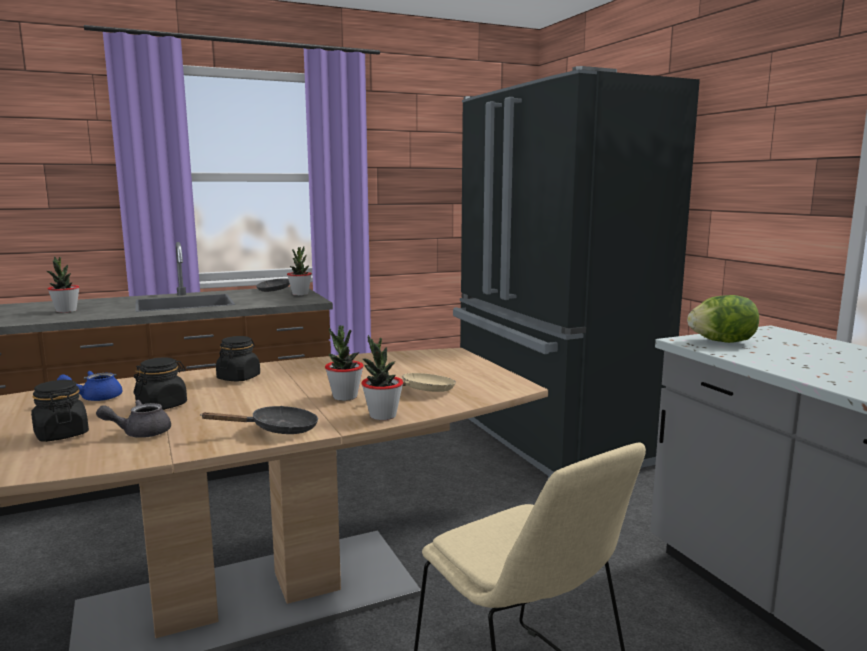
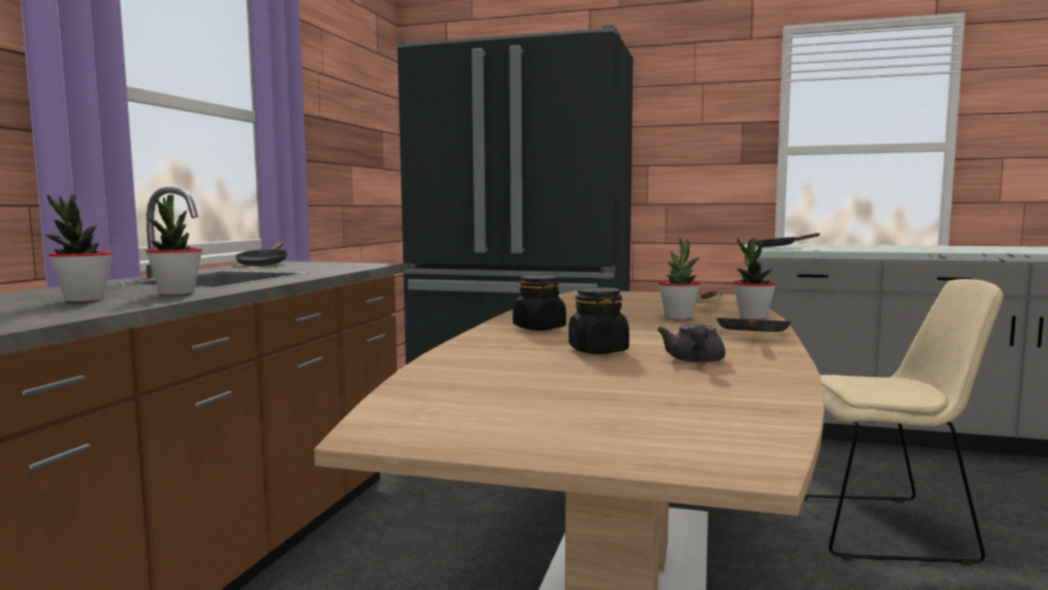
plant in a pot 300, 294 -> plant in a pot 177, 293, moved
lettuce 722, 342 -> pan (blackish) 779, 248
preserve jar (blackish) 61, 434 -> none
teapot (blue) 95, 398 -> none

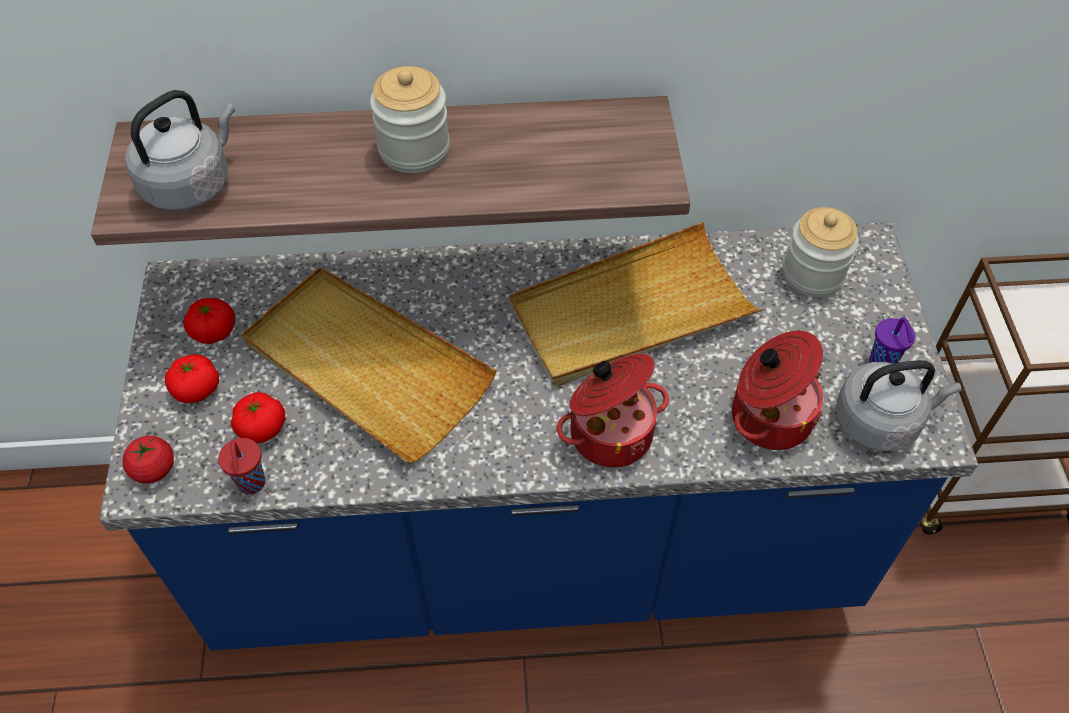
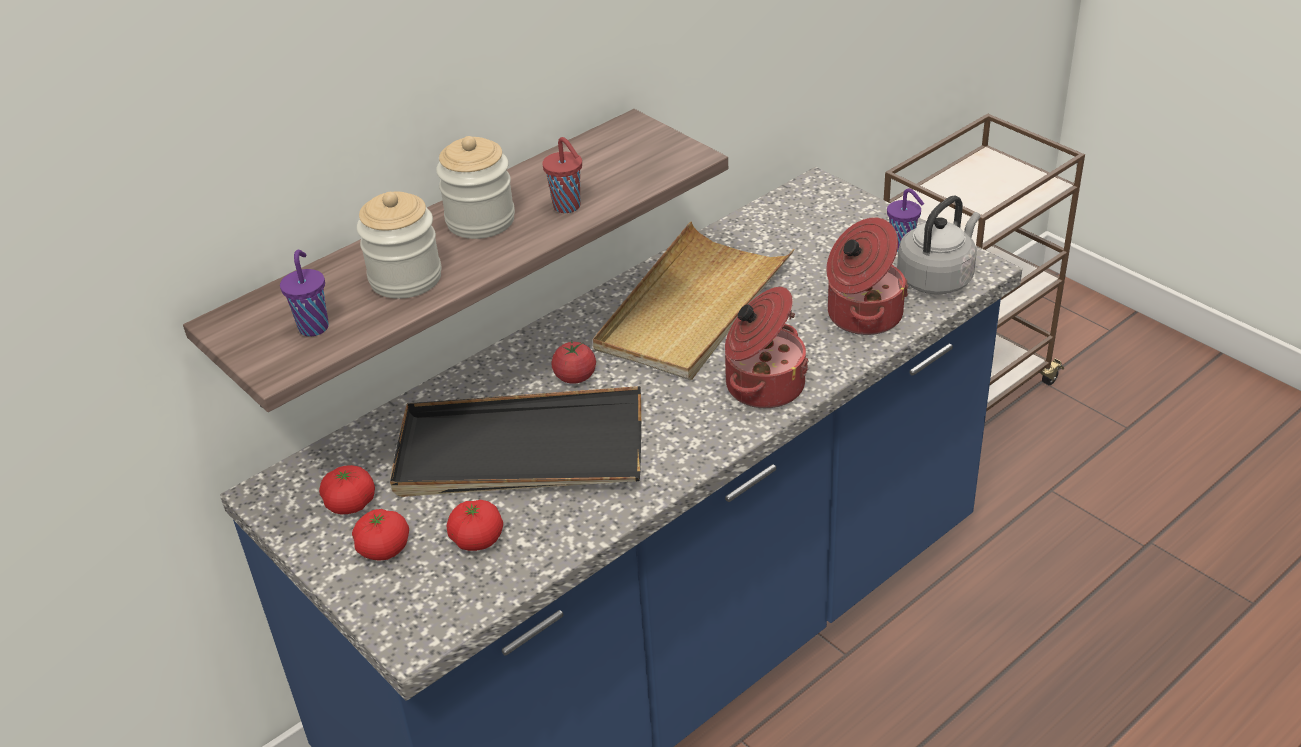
tea kettle (greyish) 191, 184 -> cup (purplish) 314, 326
preserve jar 813, 274 -> preserve jar 405, 278, moved
serving tray (sand-coloured) 366, 366 -> serving tray (blackish) 520, 452
cup (red-coloured) 251, 484 -> cup (red-coloured) 568, 207, moved
fresh tomato 154, 469 -> fresh tomato 575, 377, moved

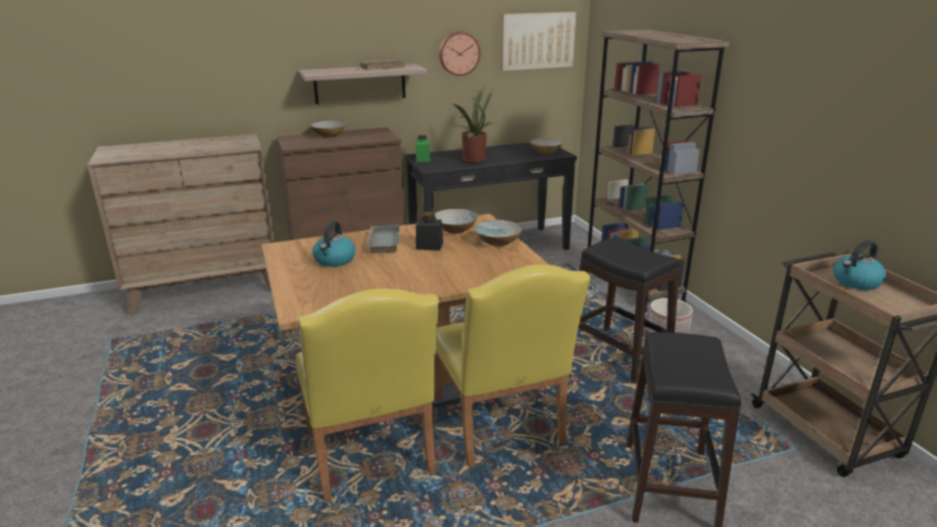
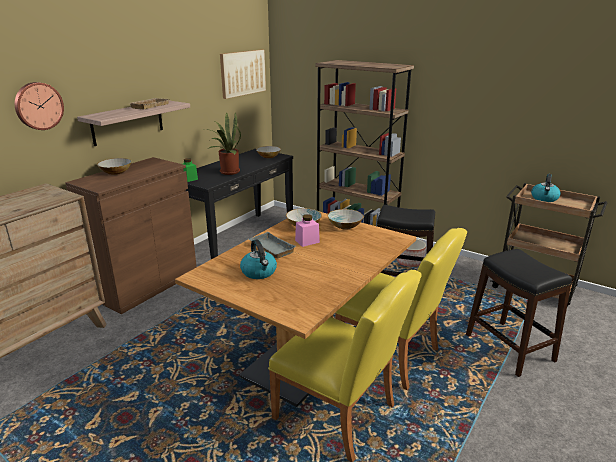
clock on the wall 458, 53 -> clock on the wall 38, 106, moved
preserve jar (blackish) 429, 246 -> preserve jar (pinkish) 307, 241

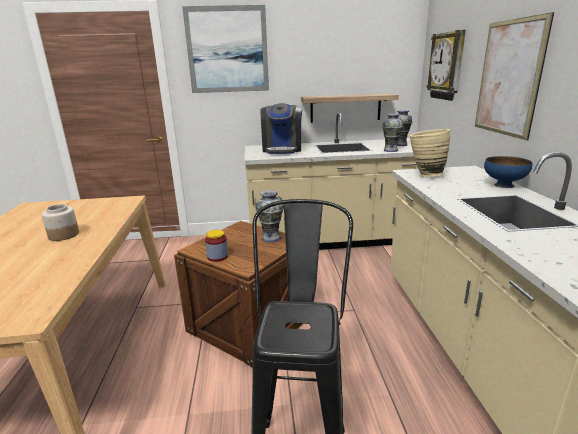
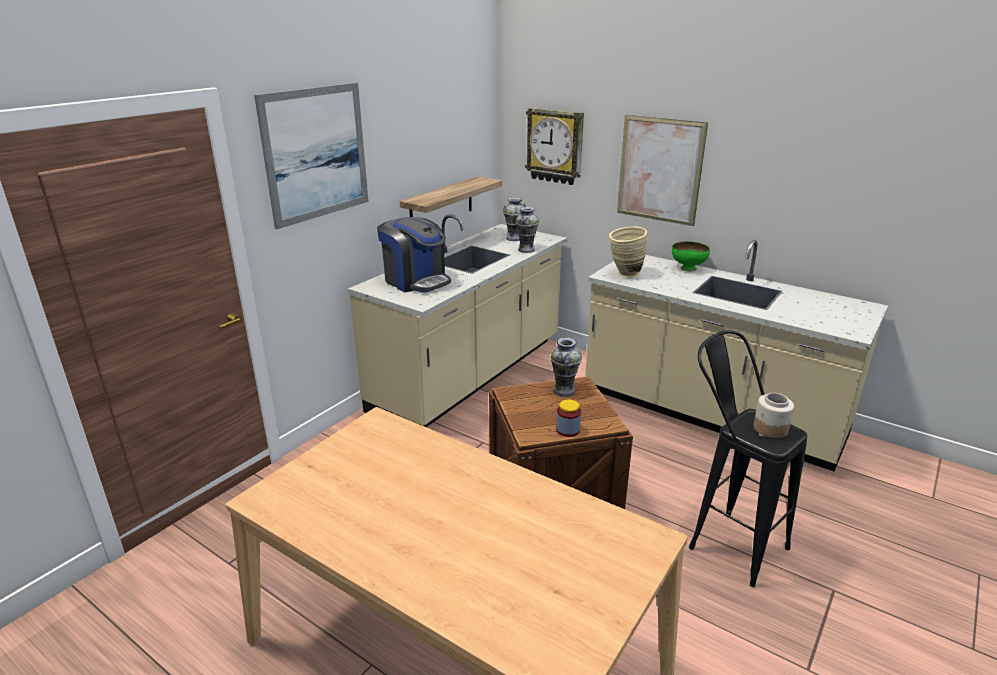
bowl (blue) 504, 185 -> bowl (green) 688, 268
preserve jar 63, 235 -> preserve jar 770, 429, moved

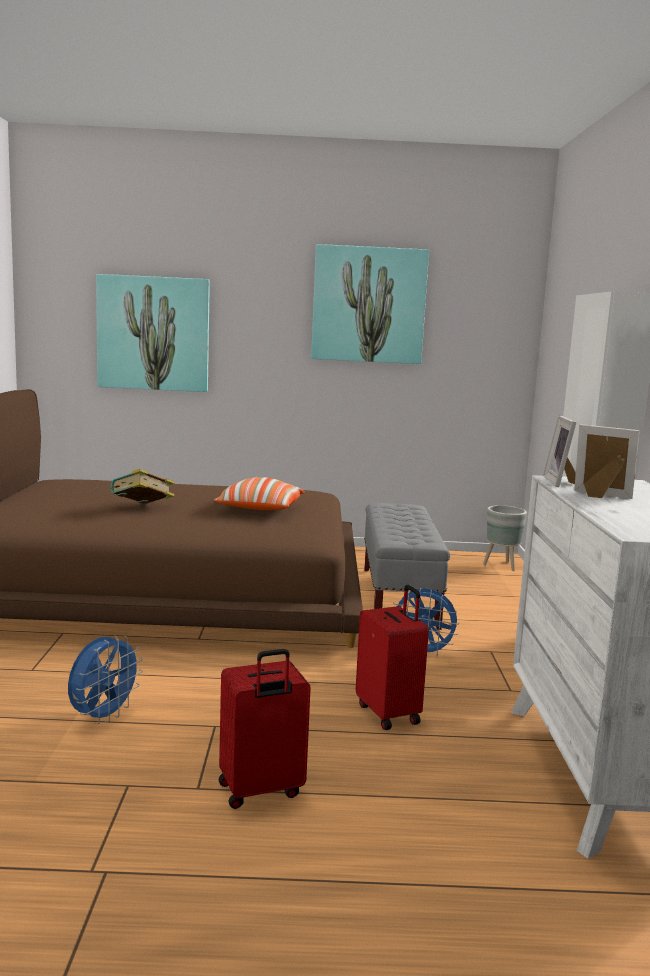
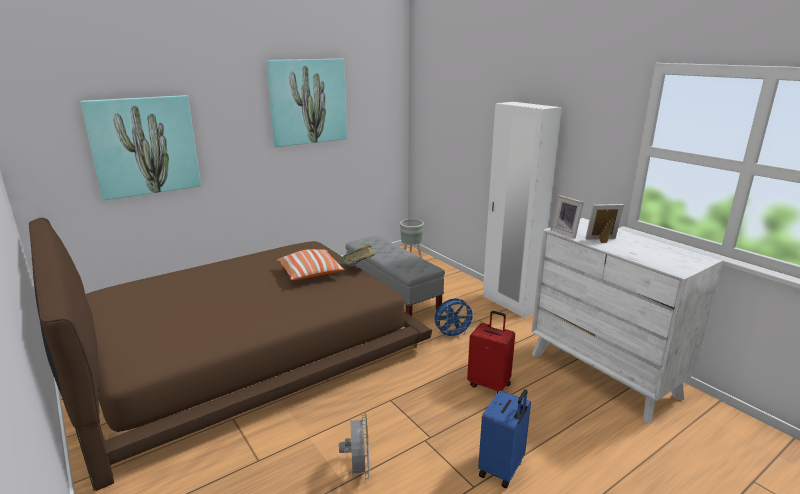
cooling fan (blue) 104, 716 -> cooling fan (greyish) 358, 470
bound book 142, 508 -> bound book 360, 268, moved
piece of luggage (red-coloured) 261, 791 -> piece of luggage (blue) 502, 469

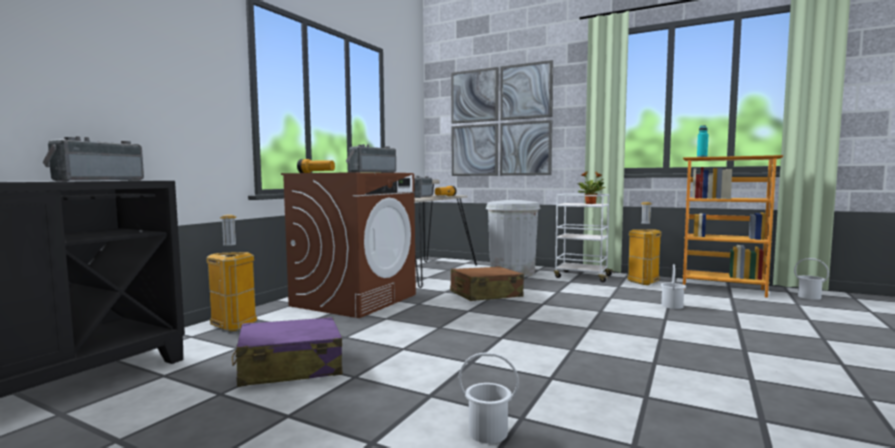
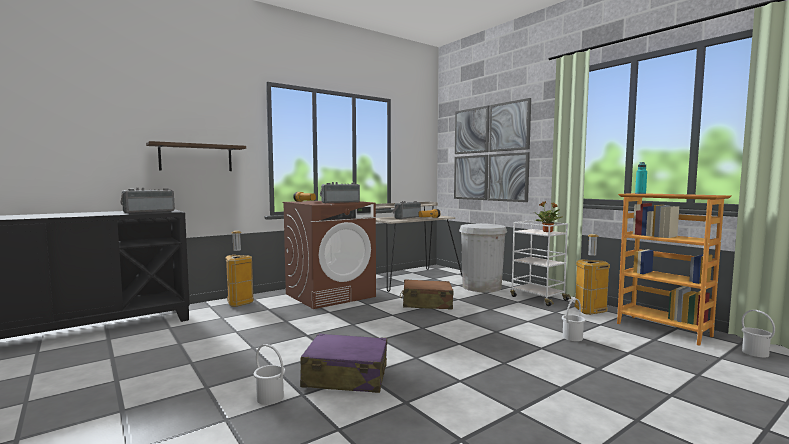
none -> bracket shelf 196, 157
piece of luggage (purplish) 289, 368 -> piece of luggage (purplish) 346, 376, moved

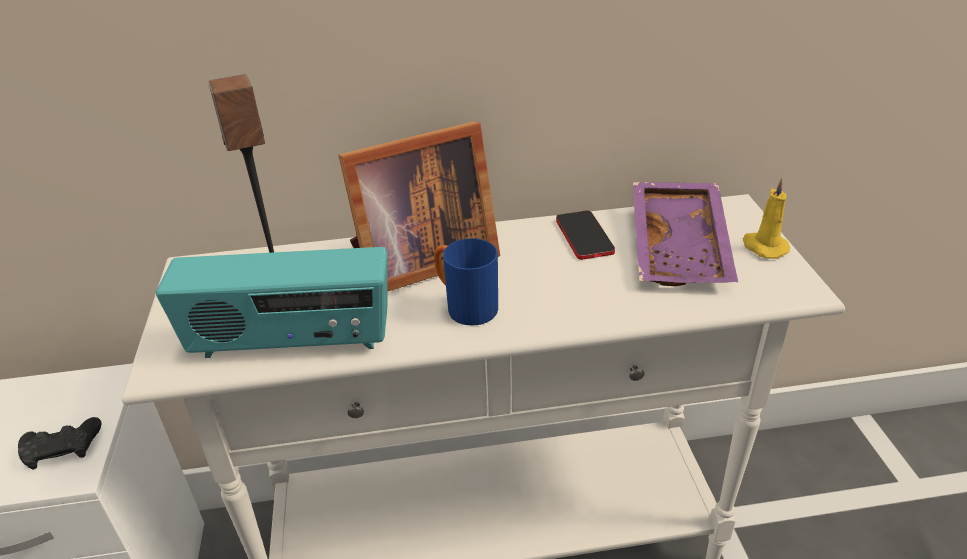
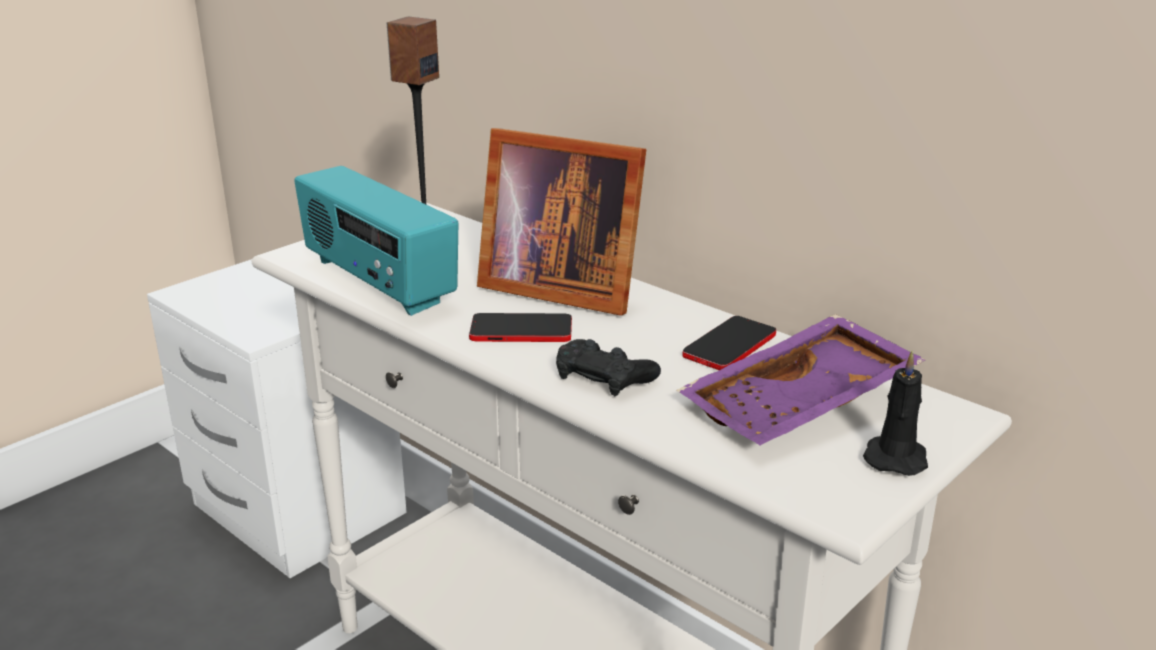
mug (blue) 464, 306 -> handset 521, 330
game controller (blackish) 62, 448 -> game controller (blackish) 604, 377, moved
candle (yellowish) 763, 247 -> candle (blackish) 895, 457

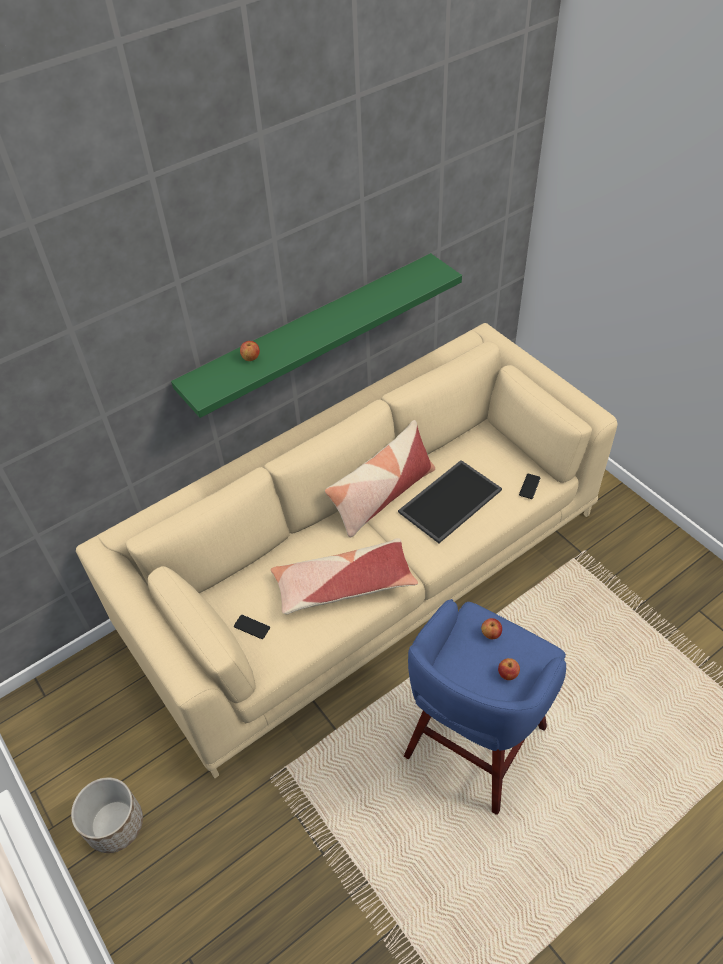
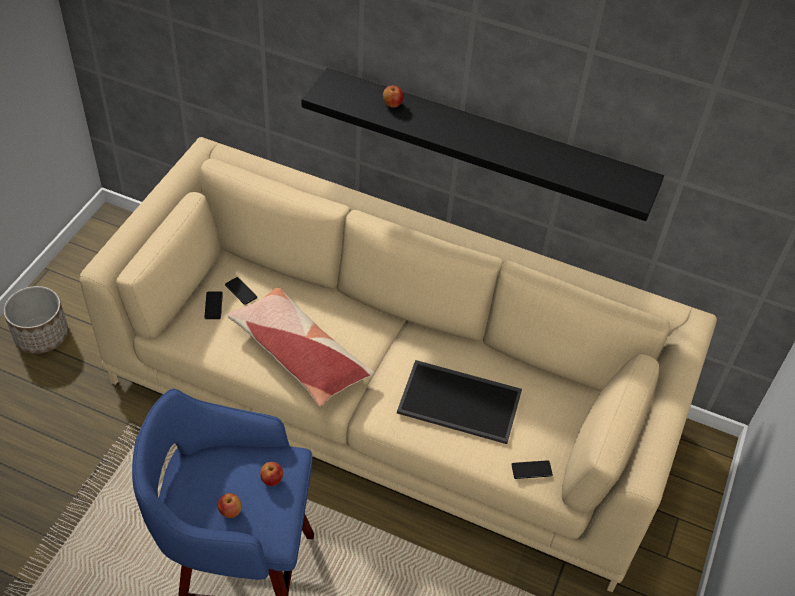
none -> handset 241, 291
bracket shelf (green) 311, 333 -> bracket shelf (blackish) 485, 142
throw pillow 382, 496 -> none

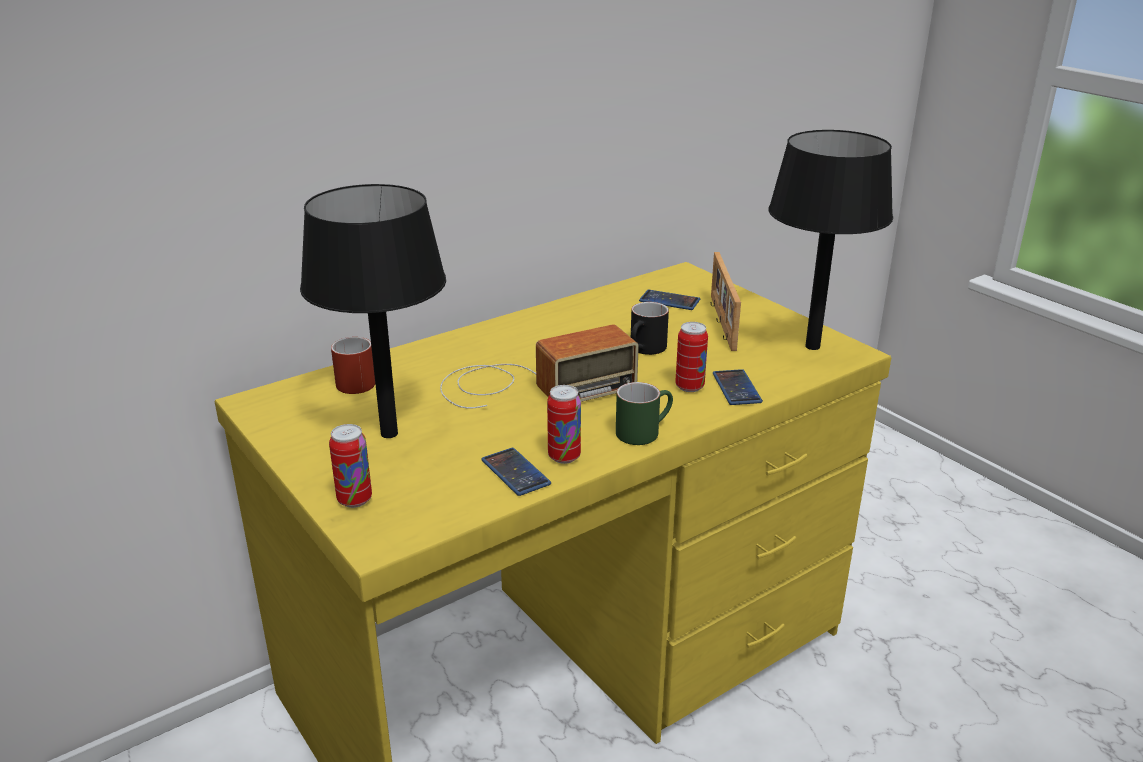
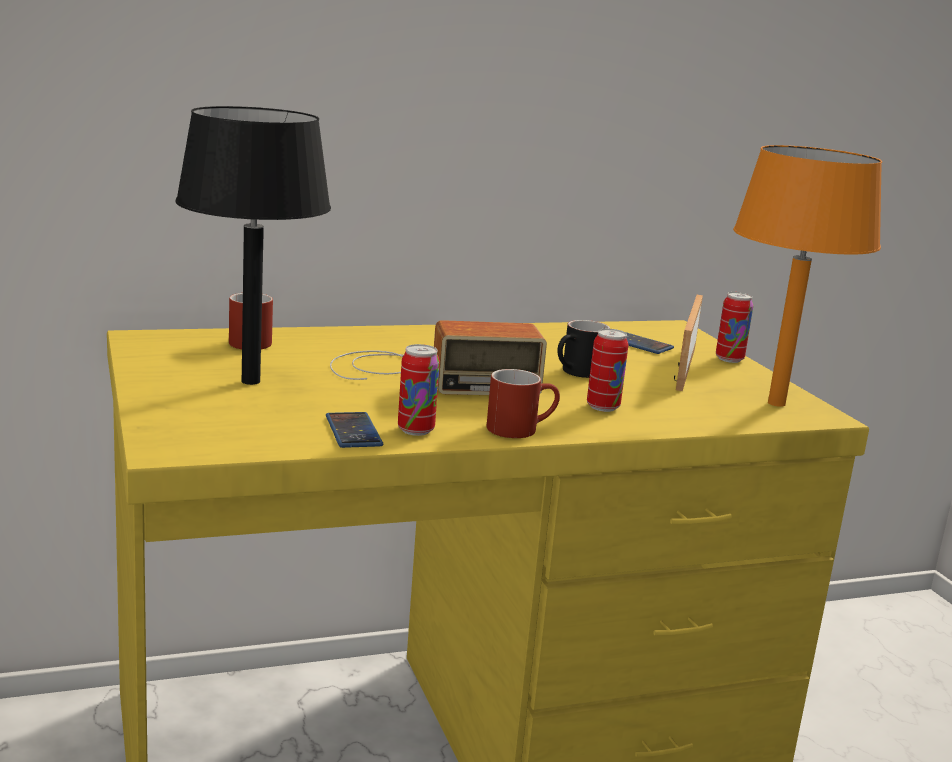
mug (green) 643, 431 -> mug (red-coloured) 520, 428
metal can 354, 500 -> metal can 729, 359, moved
table lamp (blackish) 812, 346 -> table lamp (orange) 776, 403
handset 736, 388 -> none

